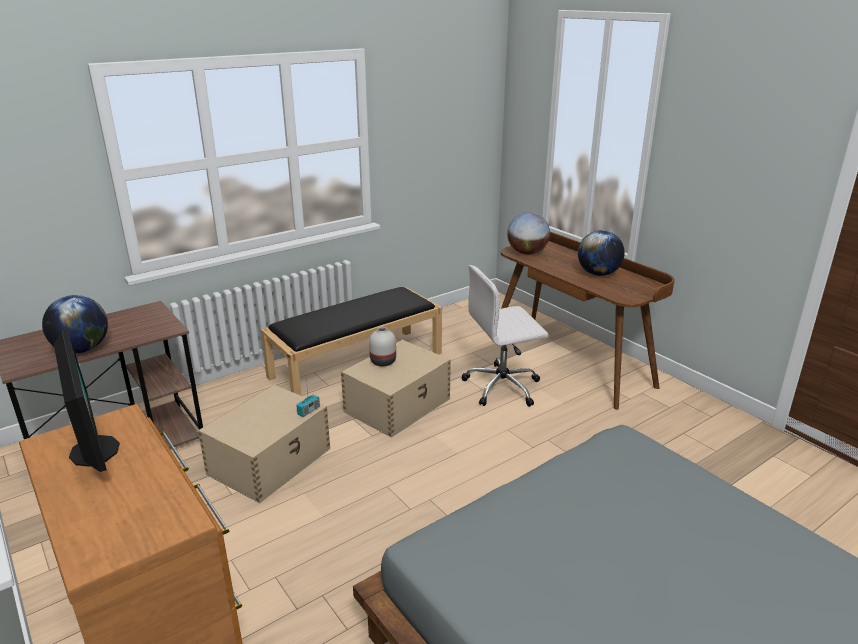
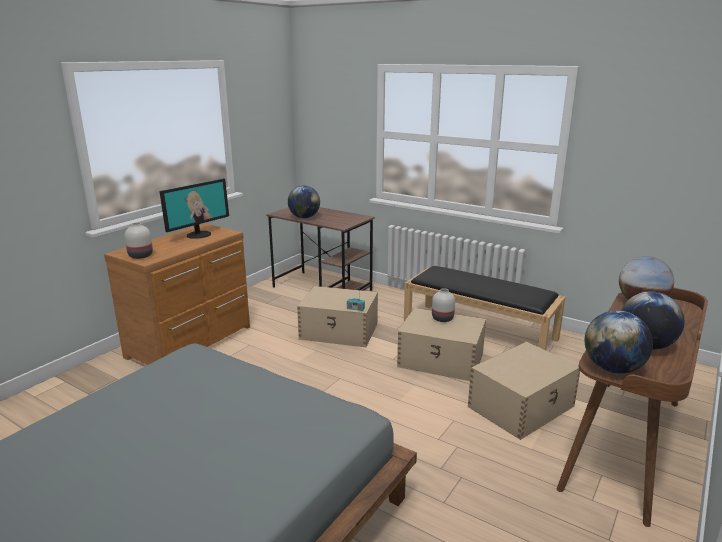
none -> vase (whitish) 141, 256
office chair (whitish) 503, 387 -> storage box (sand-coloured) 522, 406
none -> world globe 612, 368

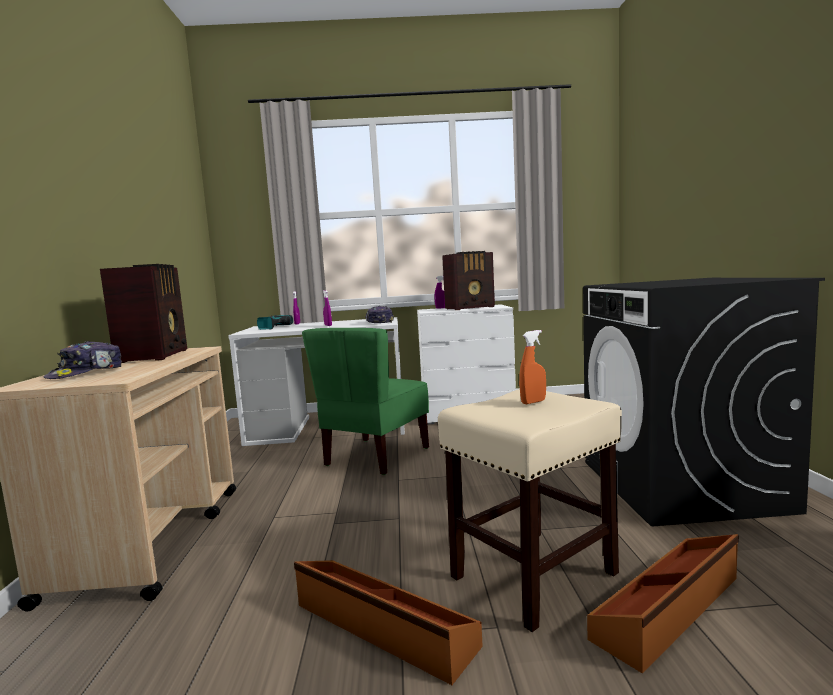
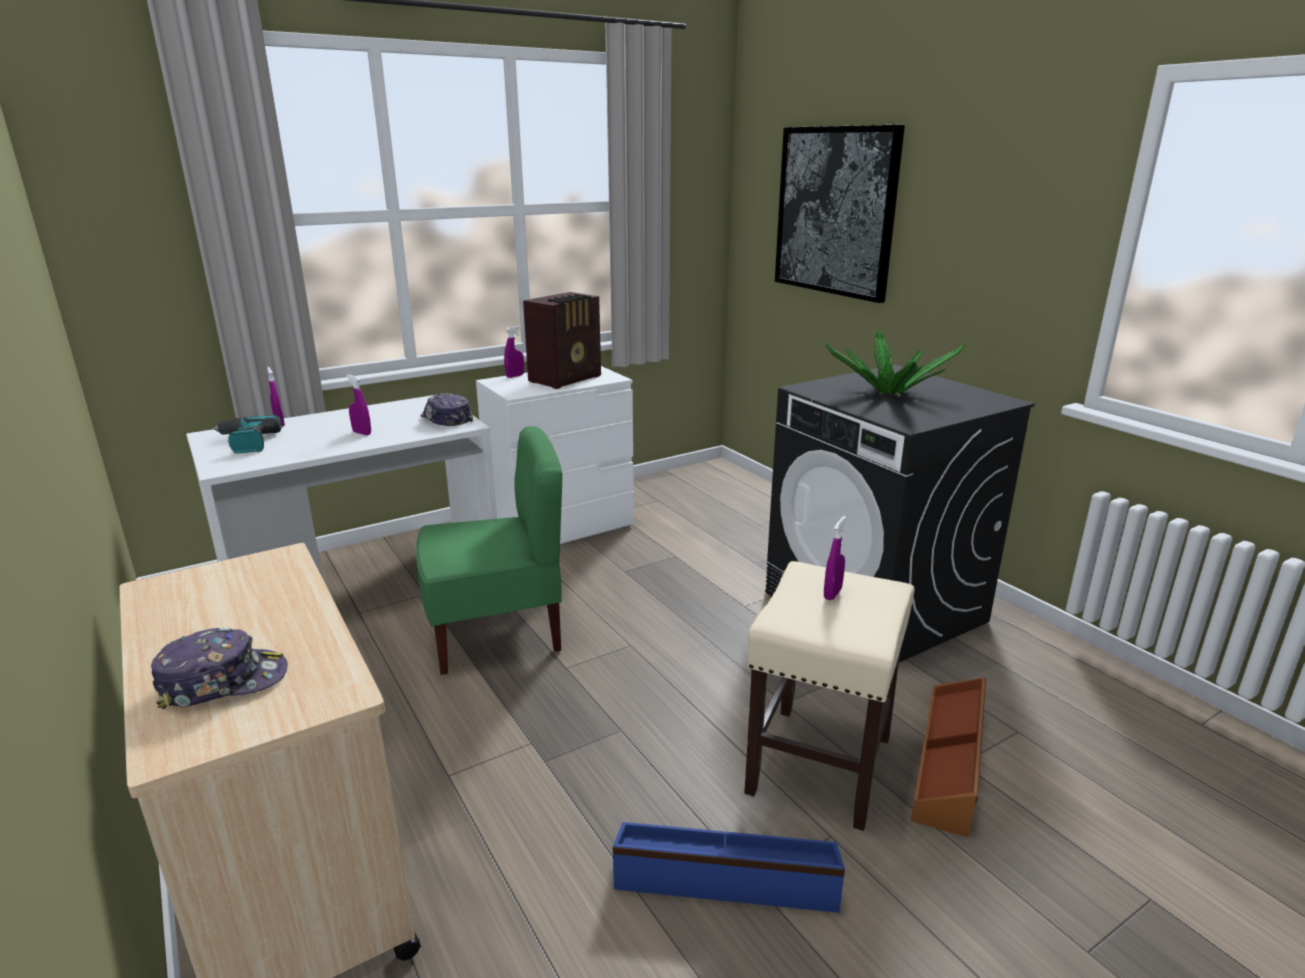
peaked cap 87, 373 -> peaked cap 223, 682, 105 degrees counterclockwise
chair (green) 375, 457 -> chair (green) 497, 633, 105 degrees counterclockwise
storage box (brown-coloured) 382, 626 -> storage box (blue) 725, 878
none -> wall art 835, 211
none -> plant in a pot 889, 392
sprayer (orange) 533, 402 -> sprayer (purplish) 832, 594
radio set 155, 356 -> none

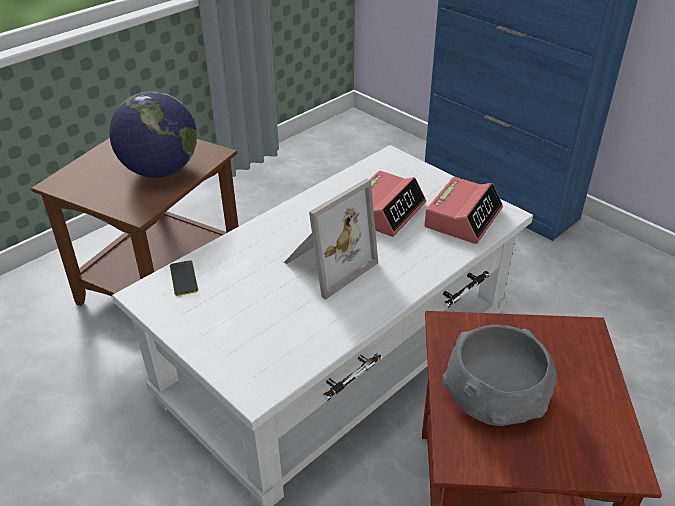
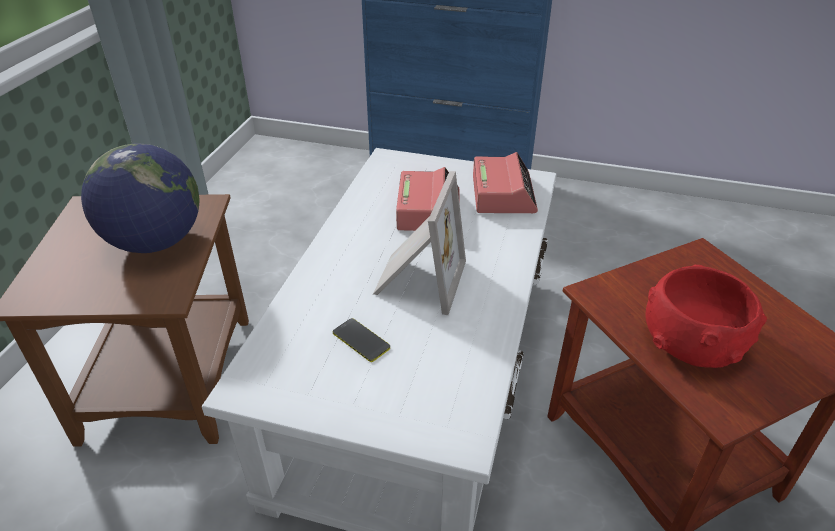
handset 184, 278 -> handset 361, 340, moved
bowl (greyish) 495, 394 -> bowl (red-coloured) 692, 338

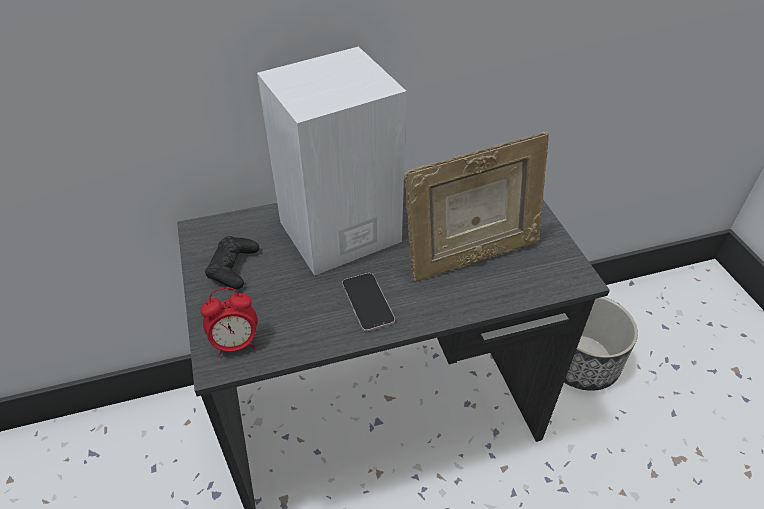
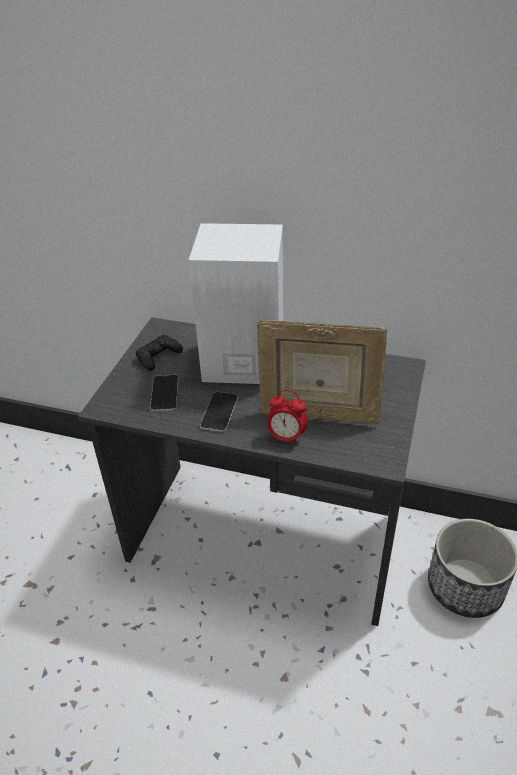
none -> handset 164, 393
table clock 236, 344 -> table clock 286, 438, moved

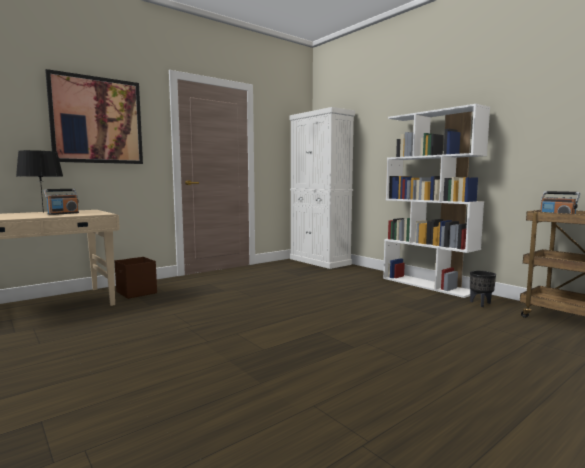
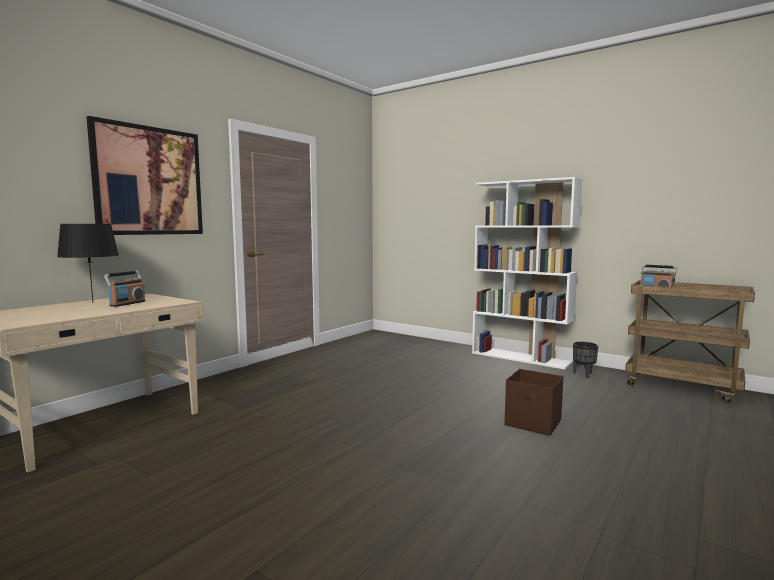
storage box (brown-coloured) 136, 292 -> storage box (brown-coloured) 533, 423, moved
cabinet (whitish) 319, 261 -> none

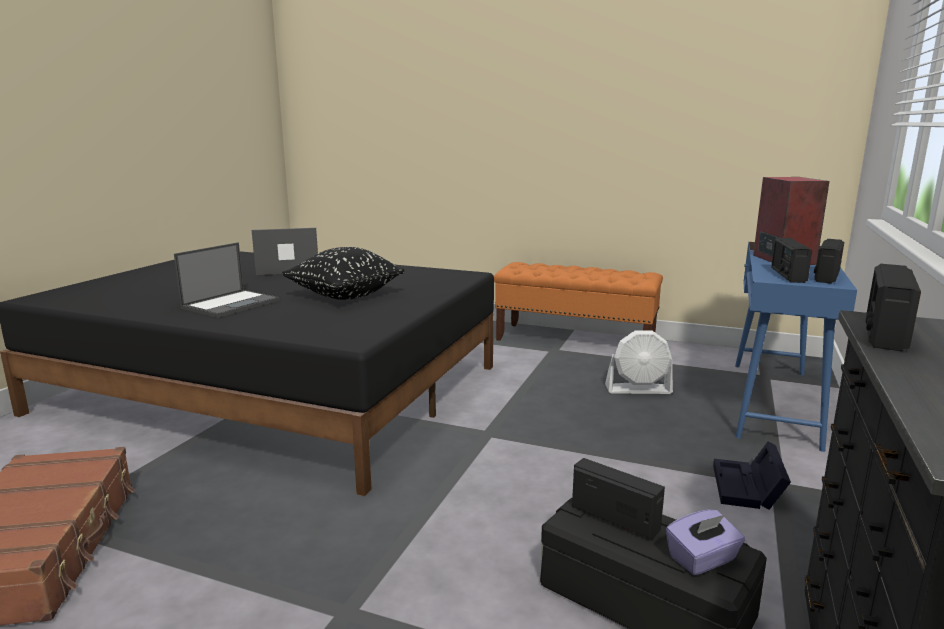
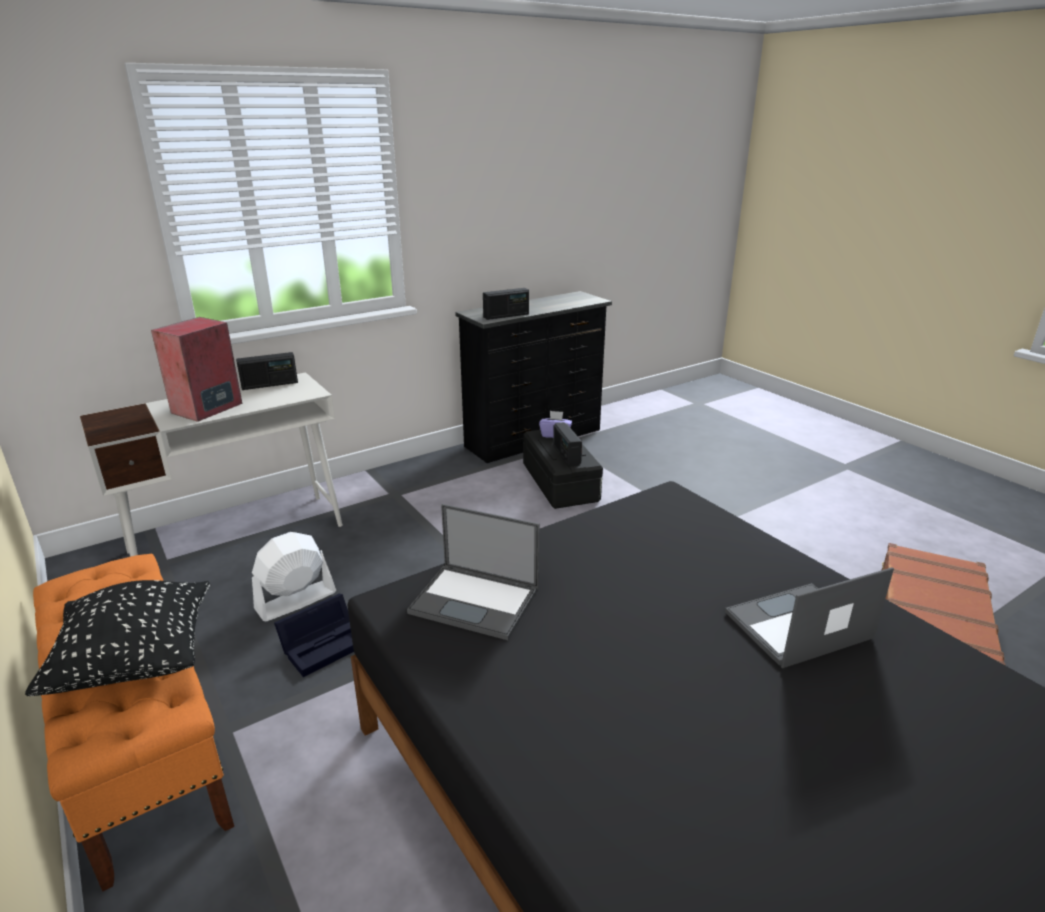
throw pillow (blackish) 345, 296 -> throw pillow (blackish) 136, 663, moved
desk unit (blue) 773, 402 -> desk unit (whitish) 239, 537
cooling fan (whitish) 638, 389 -> cooling fan (whitish) 295, 600, 75 degrees counterclockwise
storage box (blackish) 748, 489 -> storage box (blackish) 326, 644, moved
laptop 287, 269 -> laptop 476, 601, moved
radio set 787, 275 -> none

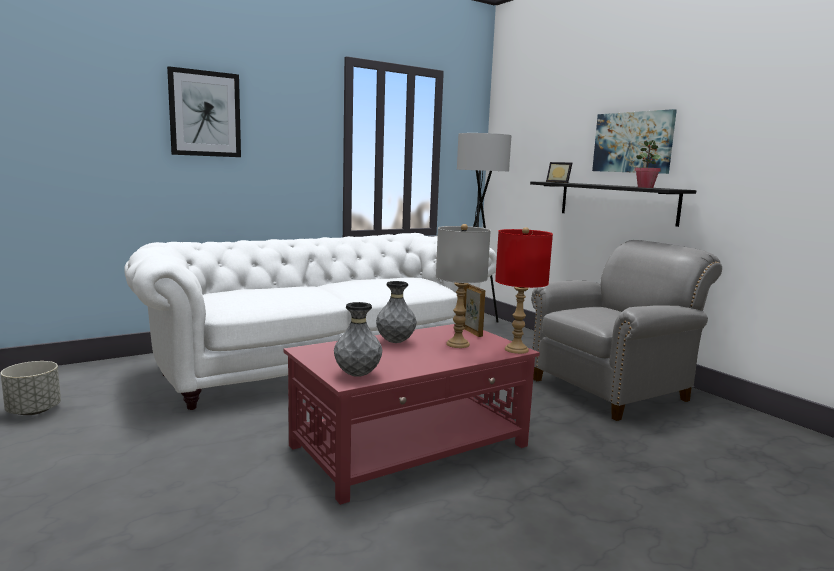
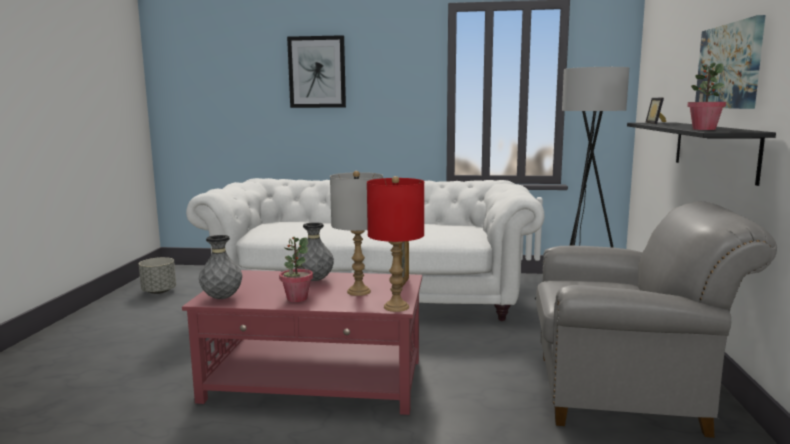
none -> plant in a pot 297, 298

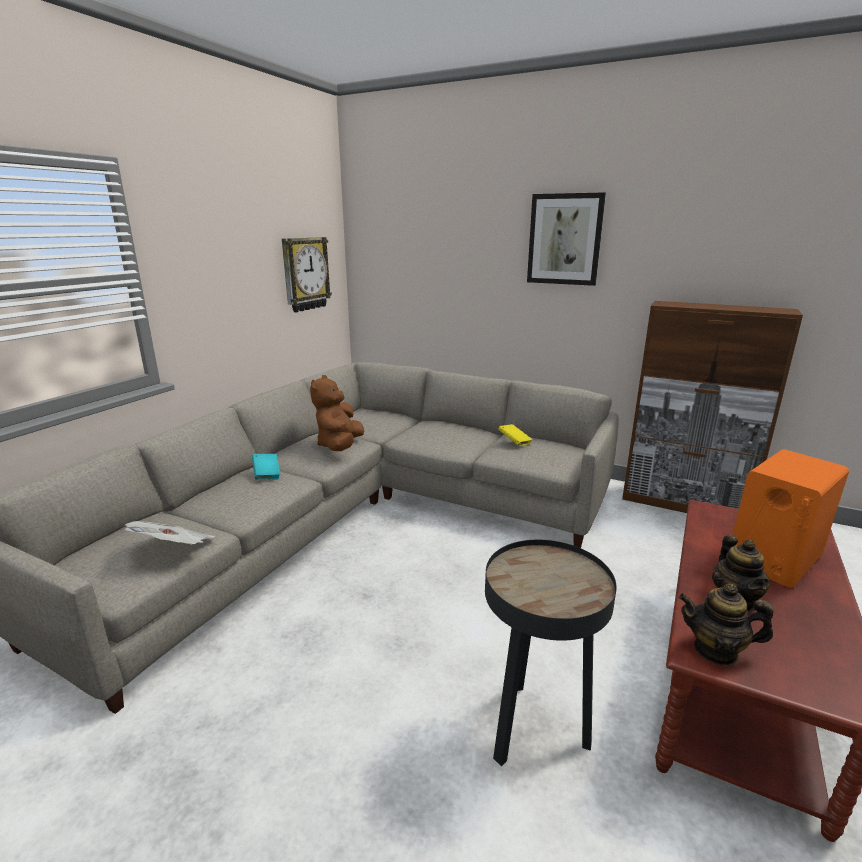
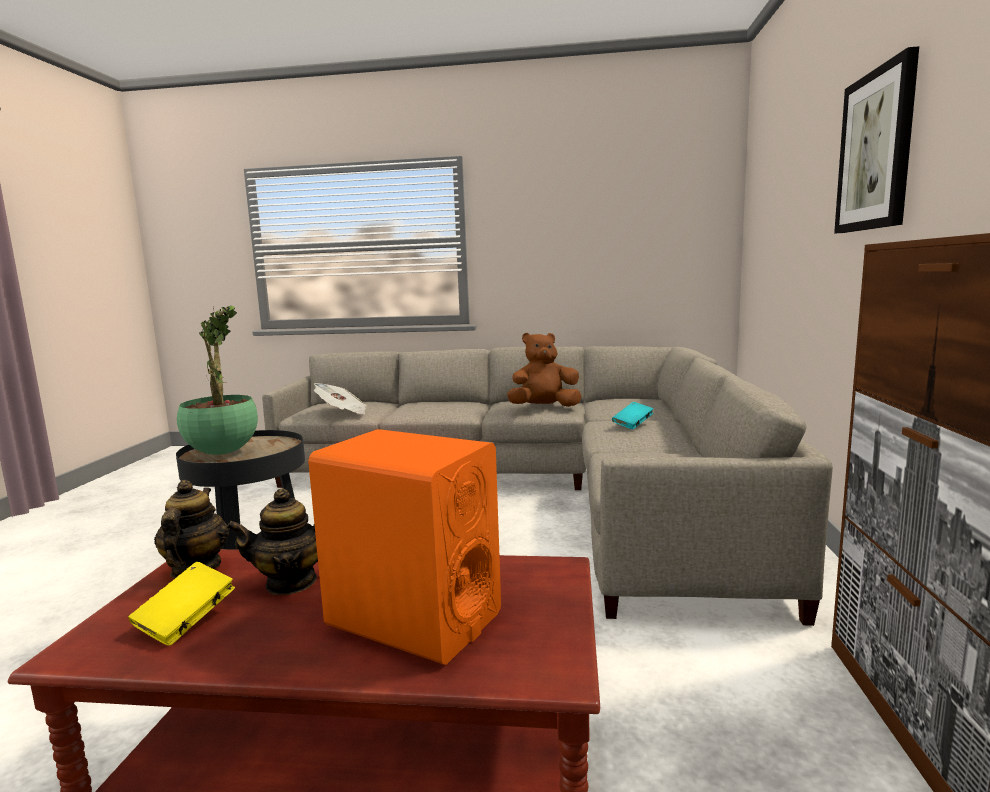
bound book (yellowish) 514, 442 -> bound book (yellowish) 186, 621, moved
none -> plant in a pot 223, 452
bound book (turquoise-coloured) 267, 474 -> bound book (turquoise-coloured) 632, 424, moved
clock on the wall 305, 274 -> none

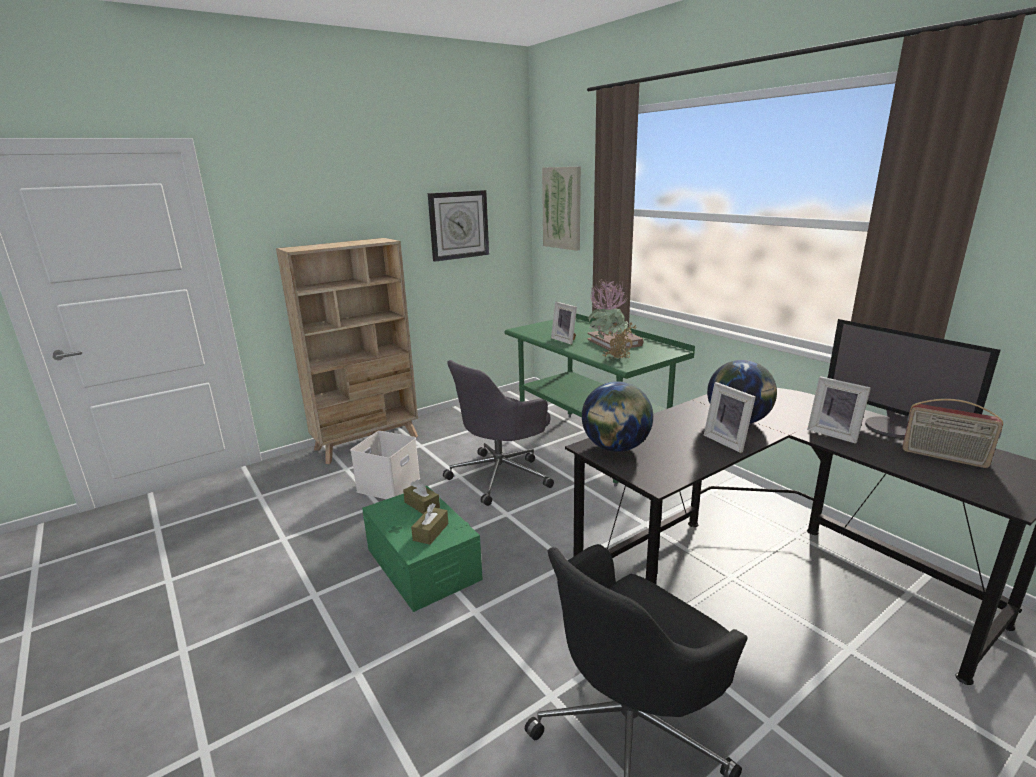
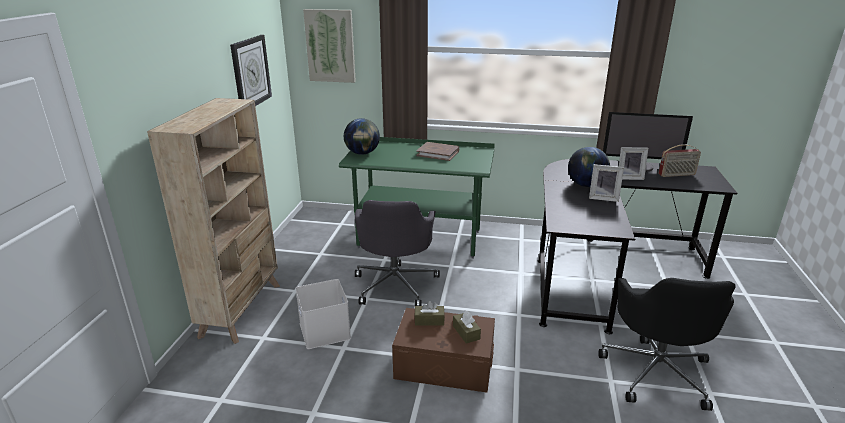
world globe 616, 448 -> world globe 362, 153, moved
storage box (green) 422, 564 -> storage box (brown-coloured) 444, 364
photo frame 565, 340 -> none
plant in a pot 611, 359 -> none

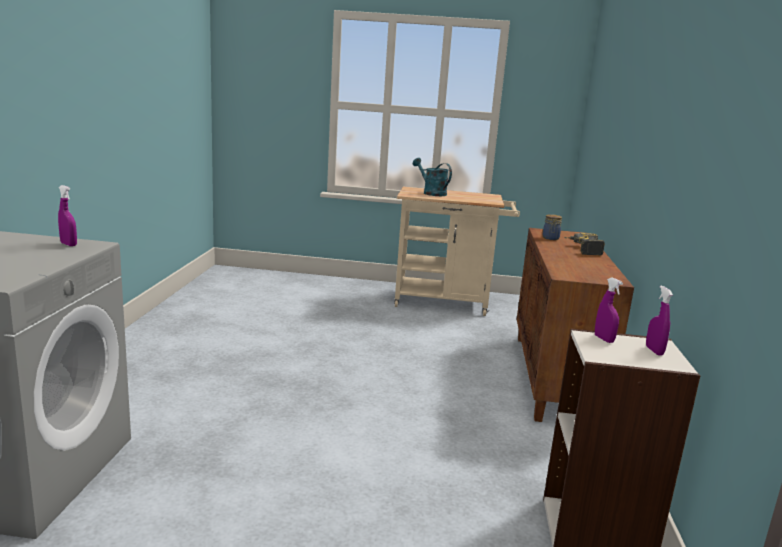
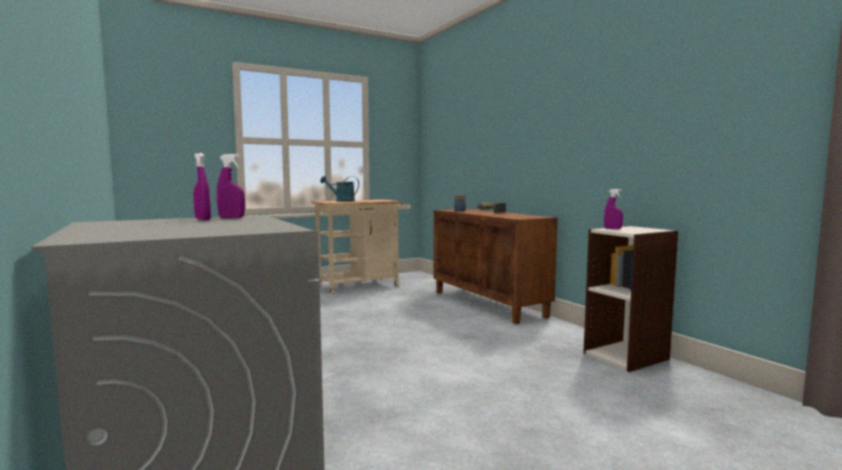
sprayer (purplish) 654, 351 -> sprayer (purplish) 203, 219, moved

